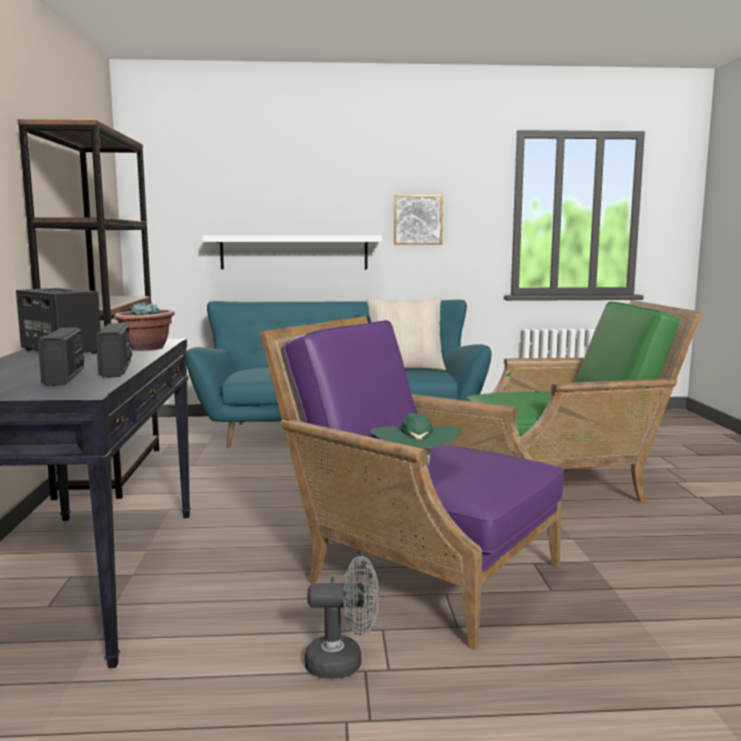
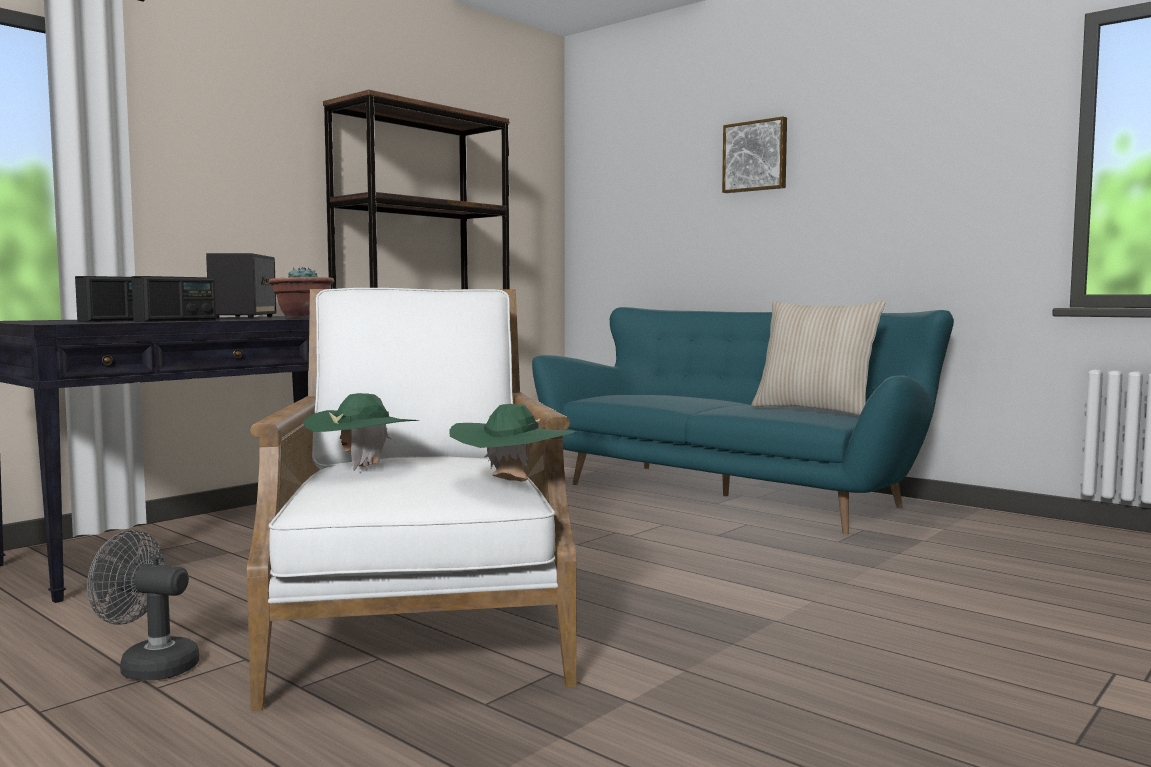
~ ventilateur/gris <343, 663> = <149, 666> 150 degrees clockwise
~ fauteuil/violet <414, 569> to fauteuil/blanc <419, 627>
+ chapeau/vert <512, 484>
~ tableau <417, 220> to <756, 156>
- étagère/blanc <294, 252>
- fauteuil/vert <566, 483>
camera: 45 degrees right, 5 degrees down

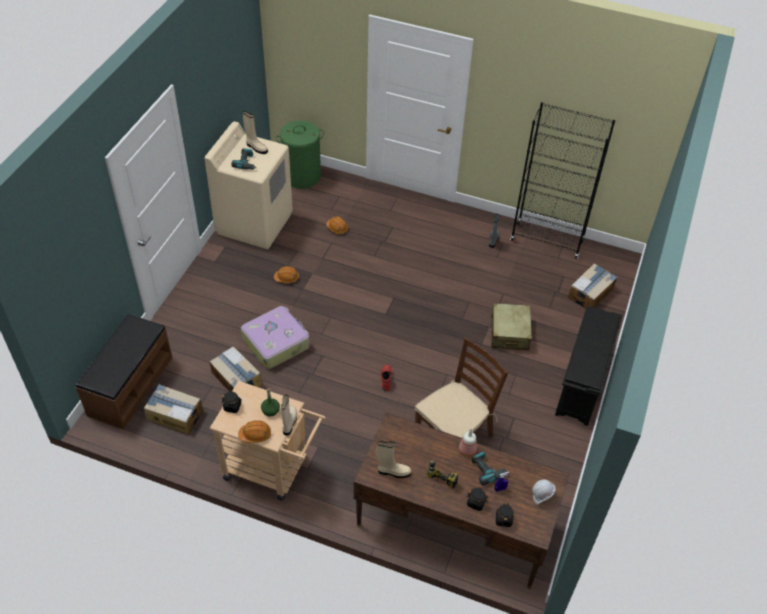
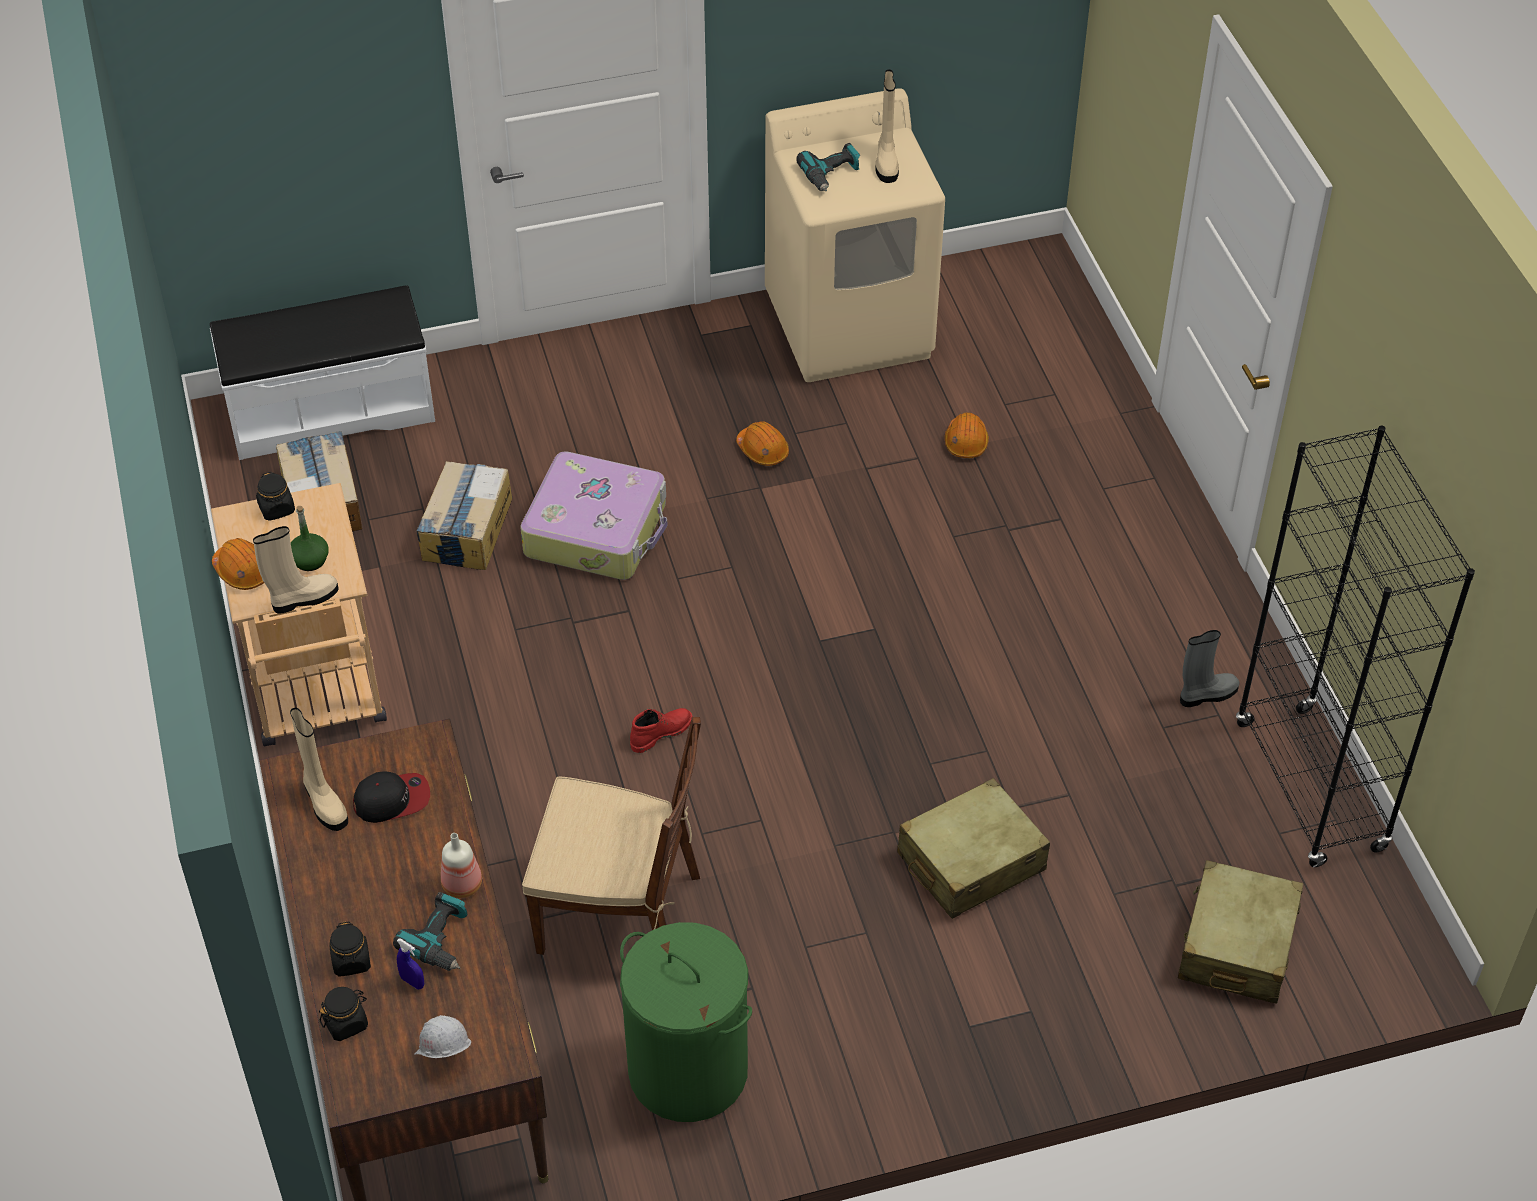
~ banc/marron <130, 386> to banc/blanc <330, 410>
+ casquette <392, 799>
~ panier à linge/vert <302, 176> to <689, 1070>
~ carton <590, 292> to valise/beige <1237, 946>
- perceuse <436, 488>
- étagère à chaussures/noir <582, 384>
camera: 55 degrees right, 0 degrees up

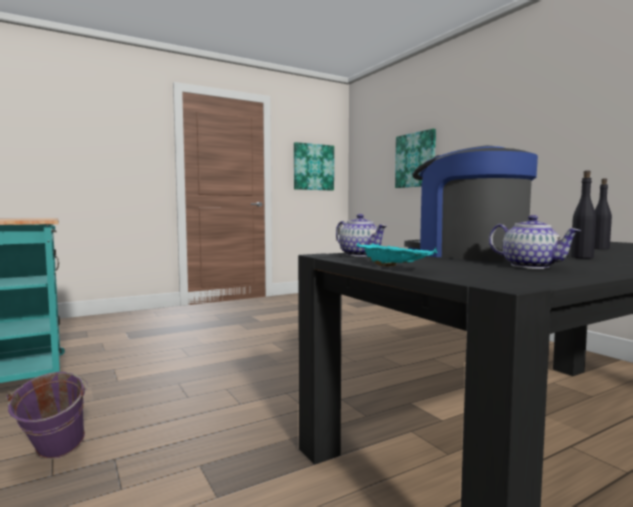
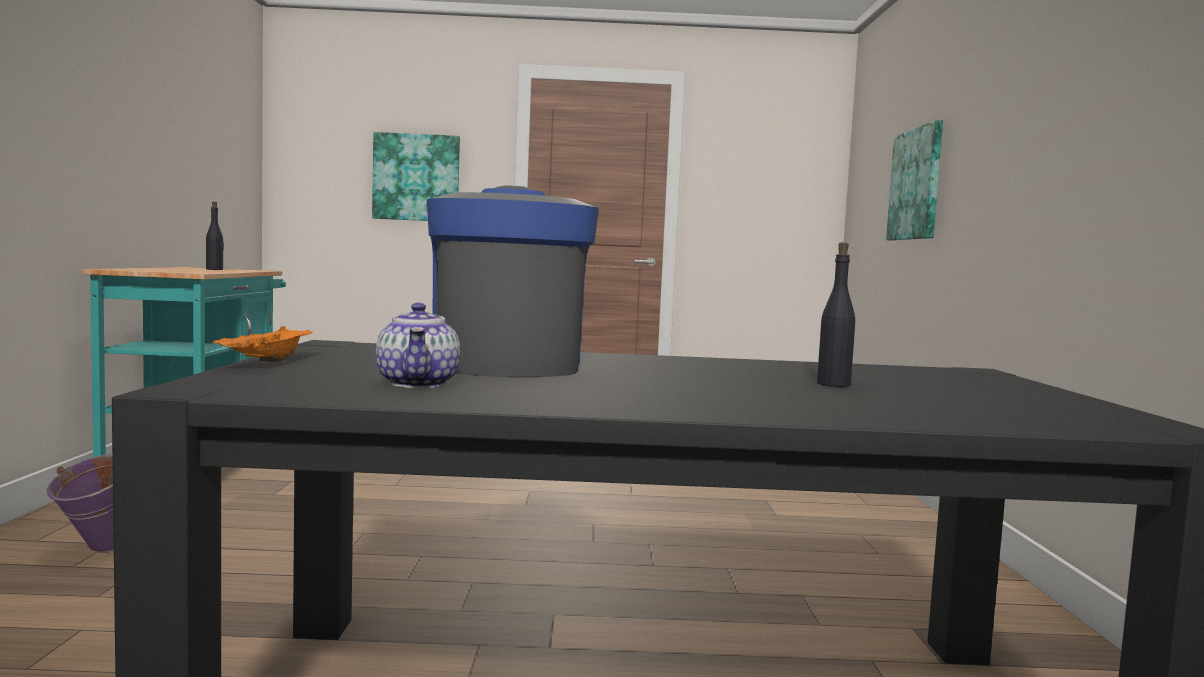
~ bouteille/noir <582, 257> to <214, 269>
~ plateau/turquoise <394, 267> to plateau/orange <267, 363>
~ tableau <313, 167> to <416, 177>
- théière <360, 255>
camera: 30 degrees right, 0 degrees up

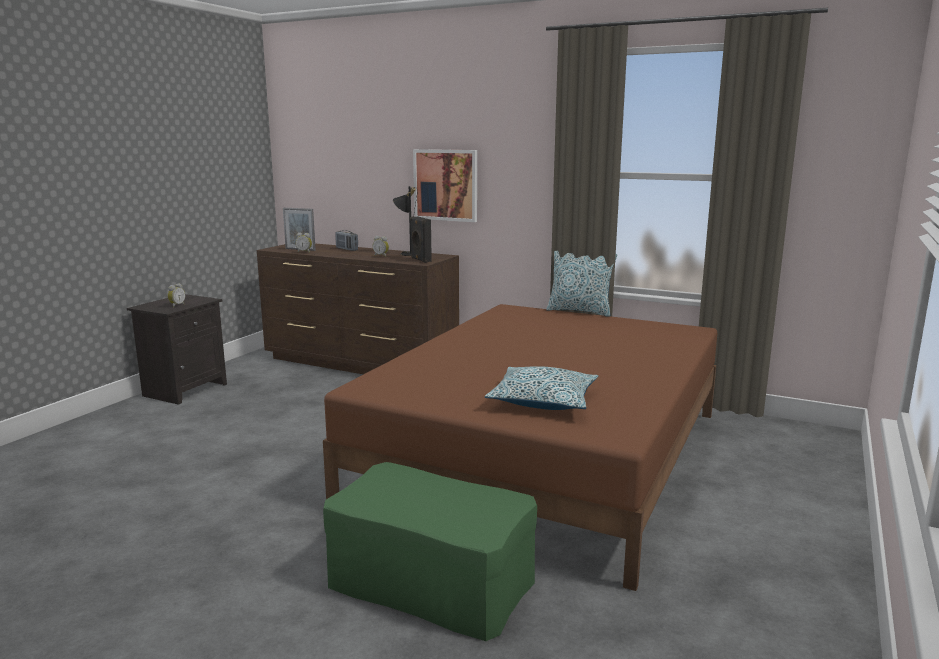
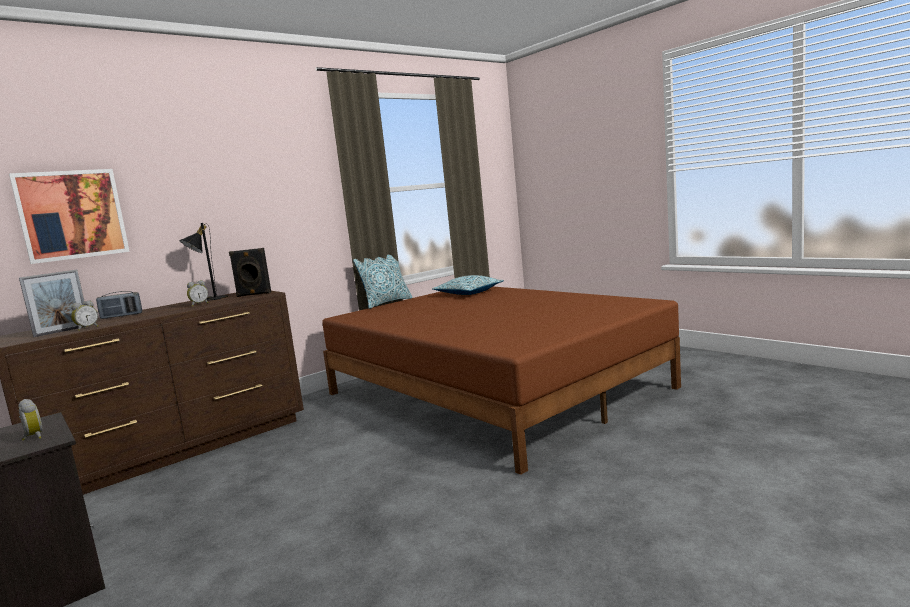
~ tableau <446, 185> to <72, 215>
~ coussin <543, 401> to <468, 293>
- pouf/vert <432, 581>
camera: 65 degrees left, 5 degrees down

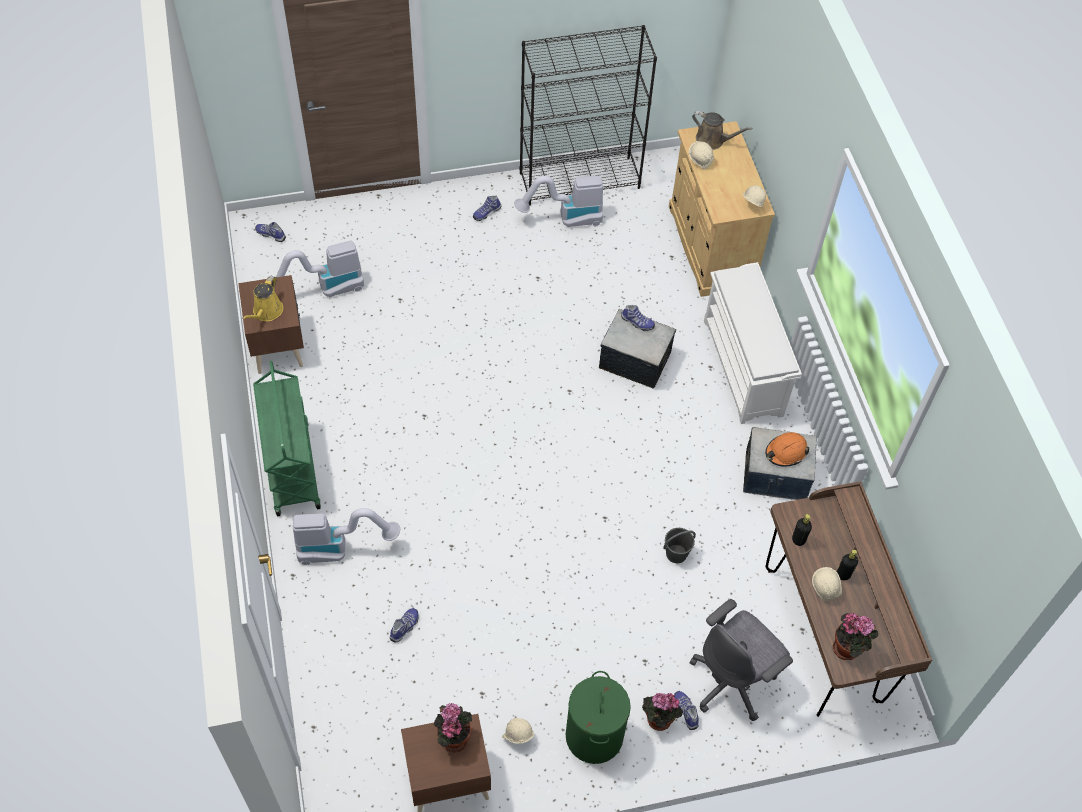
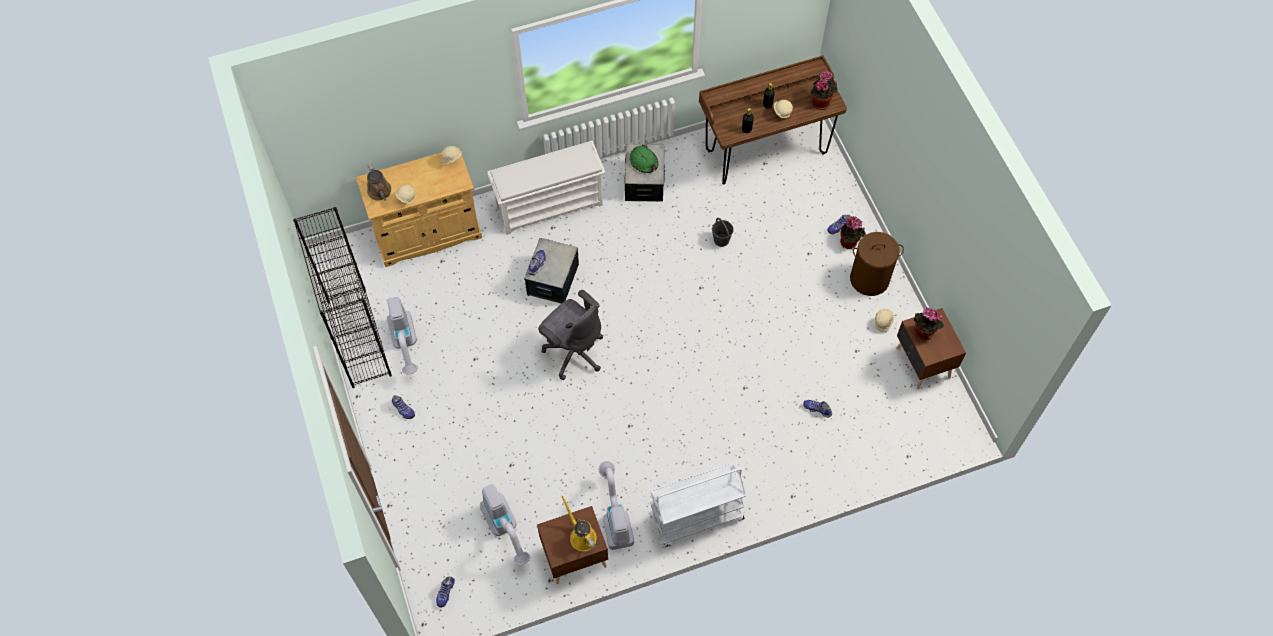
~ arrosoir/marron <713, 140> = <380, 192> 135 degrees clockwise
~ chaise de bureau/gris <732, 681> to <573, 351>
~ arrosoir/jaune <266, 312> = <581, 535> 135 degrees counterclockwise
~ aspirateur <340, 548> to <615, 517>
~ casque de chantier/orange <785, 452> to casque de chantier/vert <644, 162>
~ chariot/vert <291, 467> to chariot/blanc <695, 518>
~ panier à linge/vert <594, 736> to panier à linge/marron <869, 279>
camera: 95 degrees left, 5 degrees up

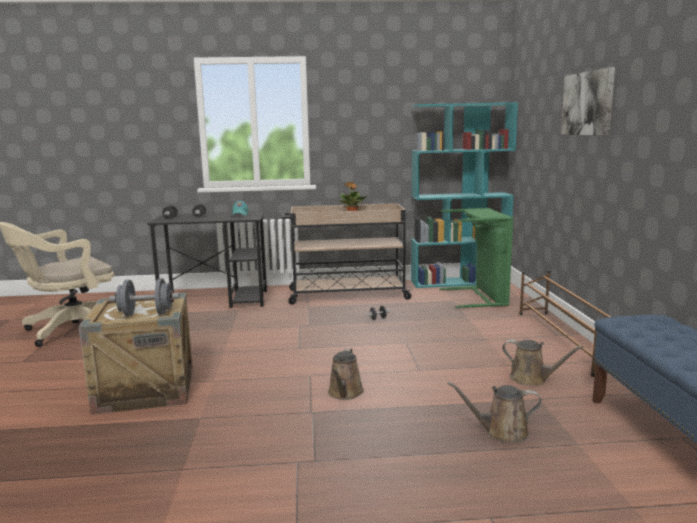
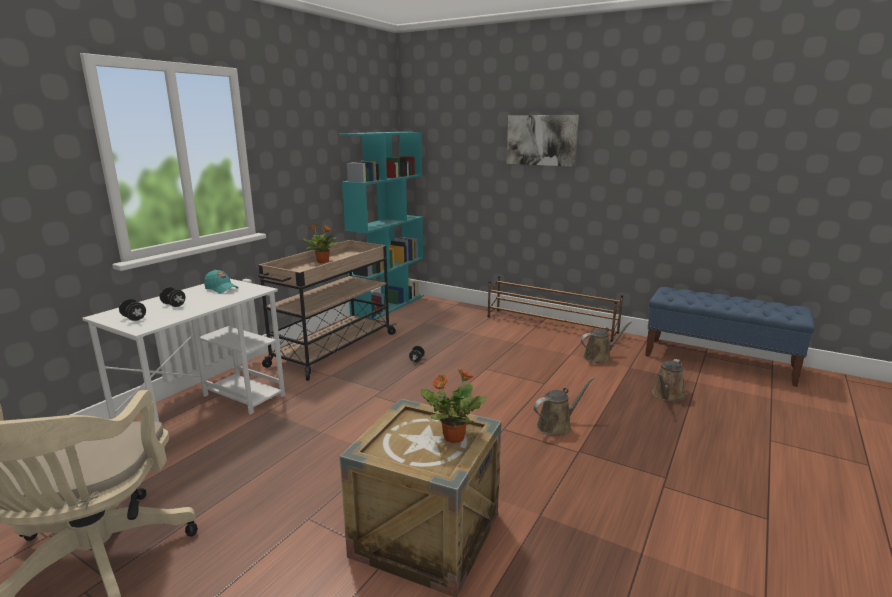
~ bureau/noir <216, 300> to bureau/blanc <207, 415>
~ haltère/gris <146, 314> to plante en pot <453, 437>
~ arrosoir/marron <345, 393> = <557, 425> 75 degrees counterclockwise
- panier à linge/vert <480, 297>
camera: 55 degrees left, 5 degrees up

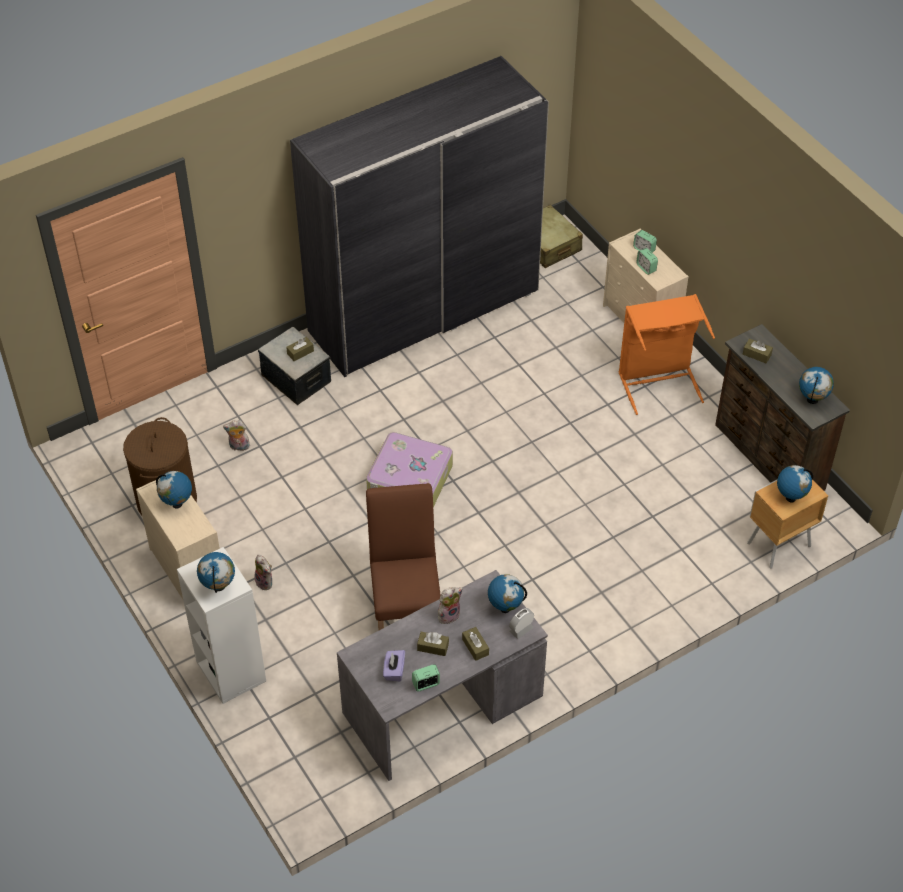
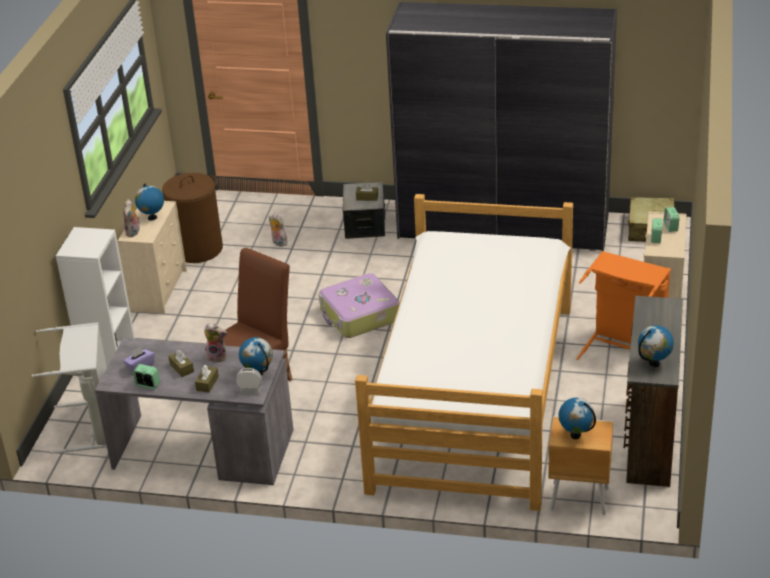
+ panier à linge/gris <92, 426>
~ peluche <265, 582> to <133, 232>
+ lit <473, 396>
- globe <219, 587>
- boîte à mouchoirs/marron <756, 354>
camera: 45 degrees right, 15 degrees down

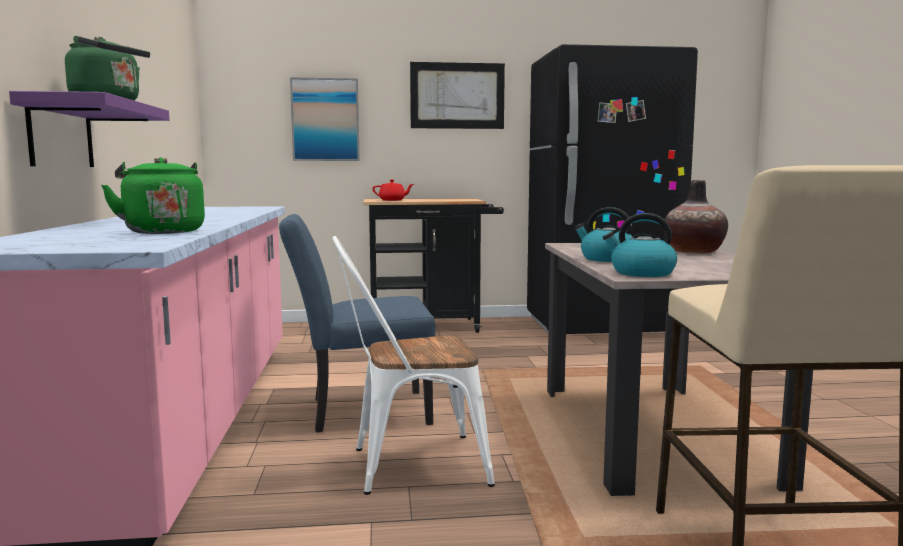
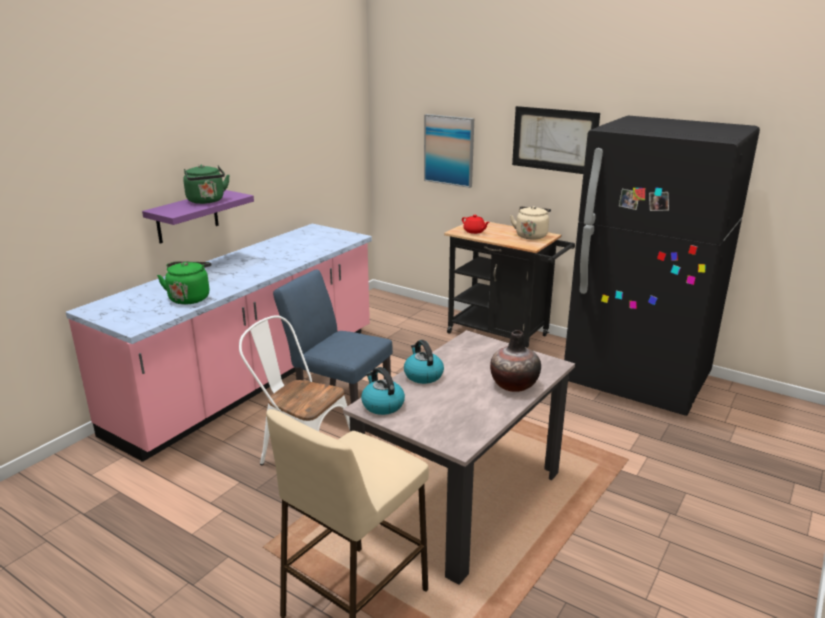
+ bouilloire/beige <531, 235>
camera: 40 degrees right, 15 degrees up

